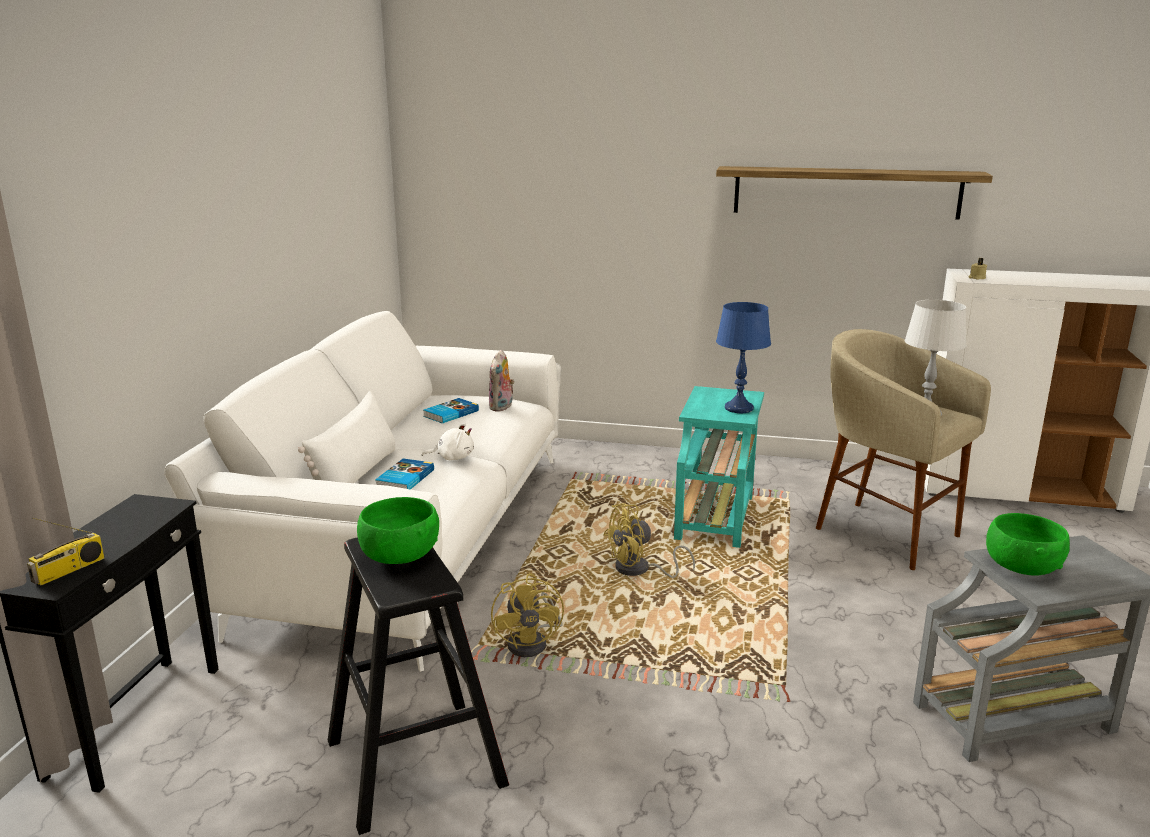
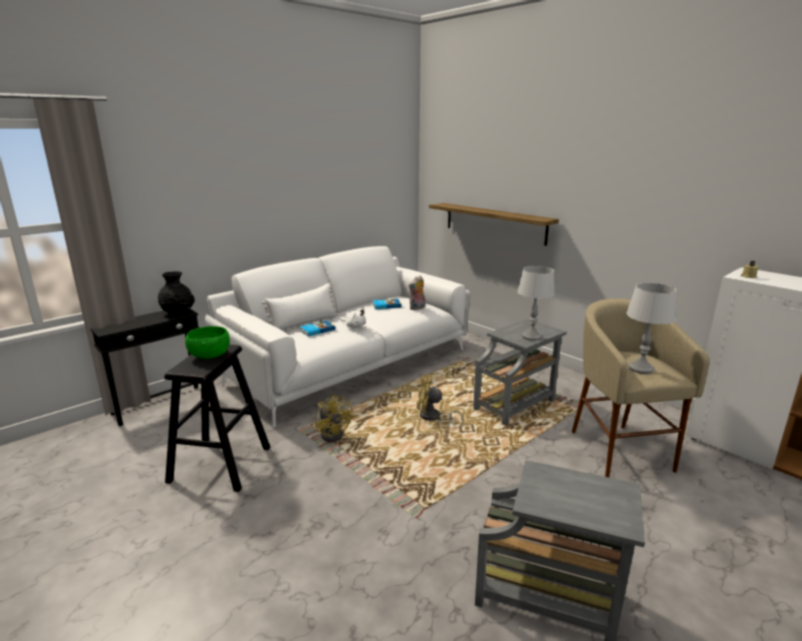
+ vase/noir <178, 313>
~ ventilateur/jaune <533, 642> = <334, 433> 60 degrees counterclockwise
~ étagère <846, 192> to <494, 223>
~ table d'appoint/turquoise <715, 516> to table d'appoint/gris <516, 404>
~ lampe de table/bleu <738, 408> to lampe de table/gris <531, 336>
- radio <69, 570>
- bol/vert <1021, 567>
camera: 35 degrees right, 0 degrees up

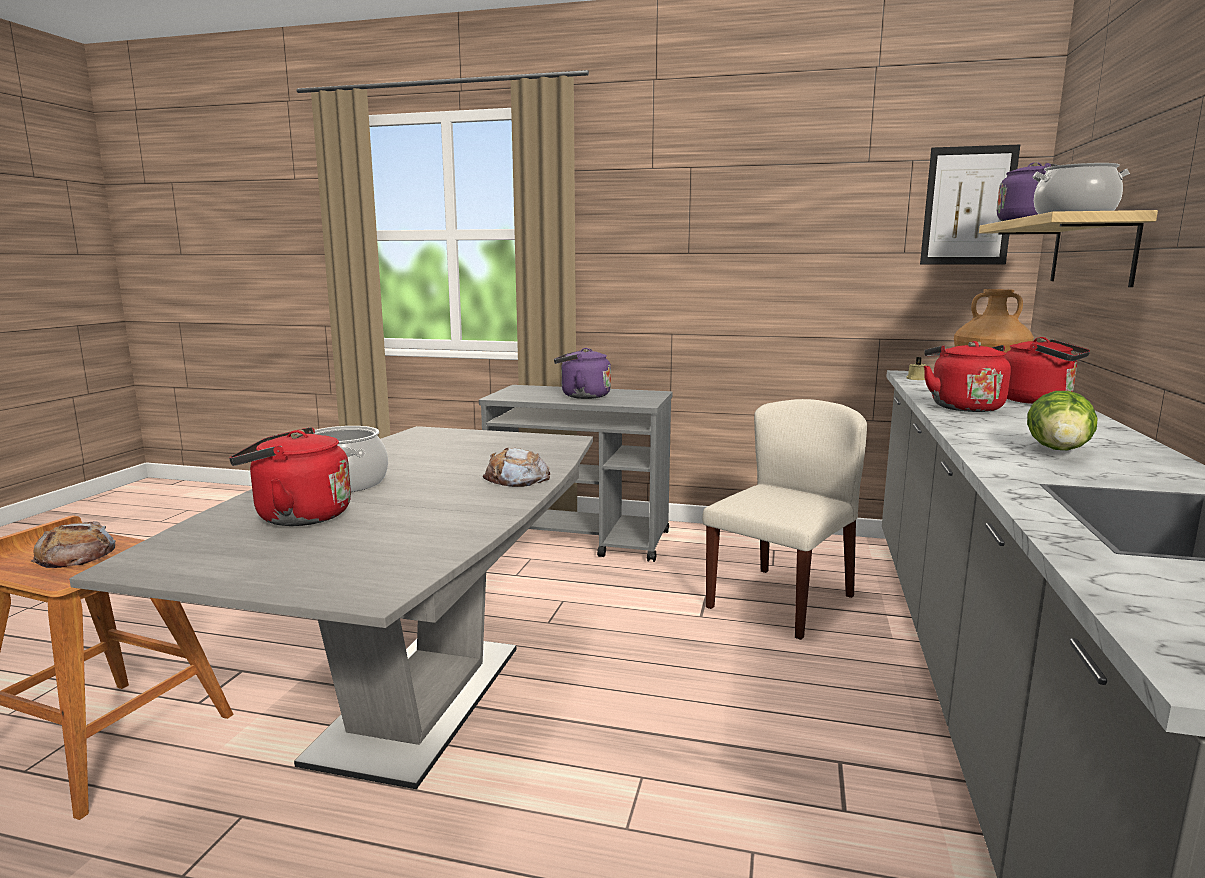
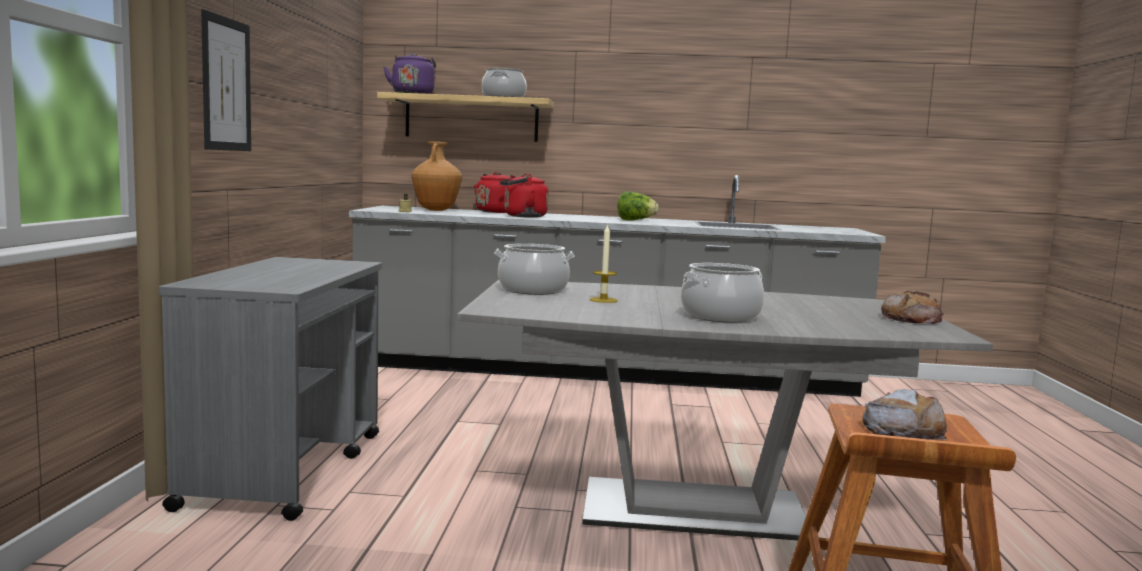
~ tableau <968, 206> to <226, 84>
+ marmite <533, 290>
+ bougie <603, 300>
~ pain <516, 478> to <911, 319>
- bouilloire/rouge <297, 517>
- bouilloire/violet <582, 396>
- chaise/beige <780, 601>
camera: 100 degrees left, 5 degrees down

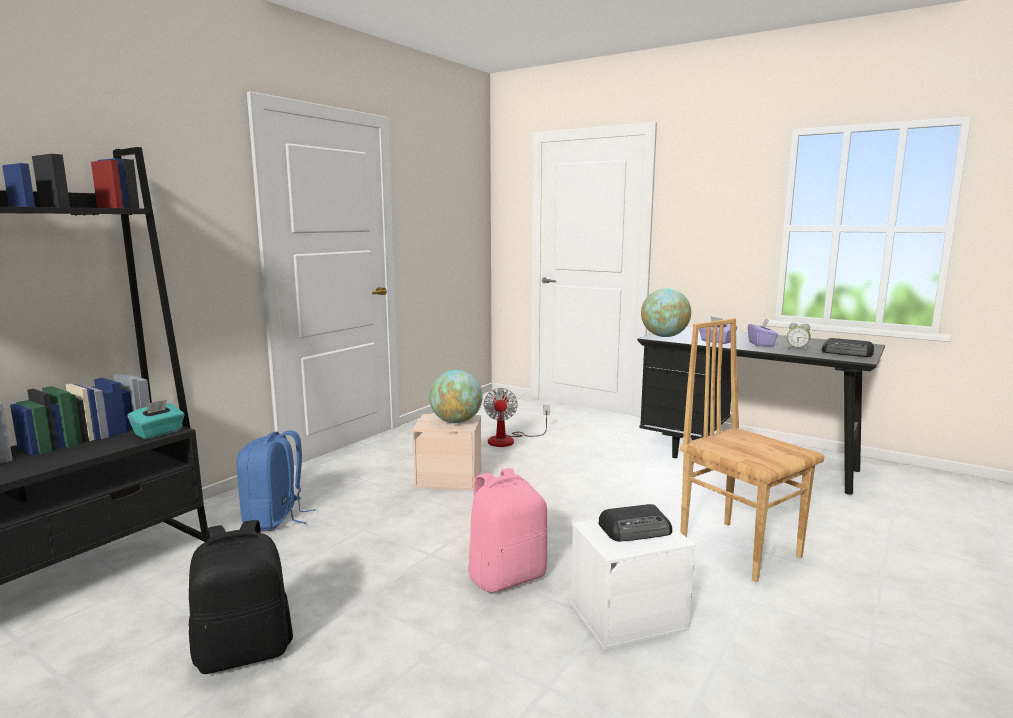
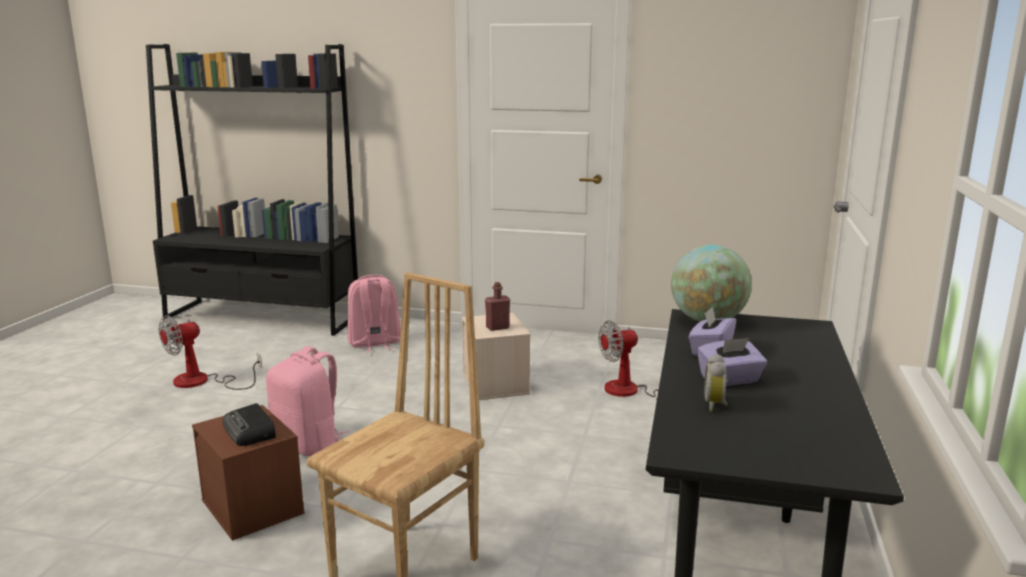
~ sac à dos/noir <244, 651> to ventilateur <202, 382>
~ boîte de rangement/blanc <628, 615> to boîte de rangement/marron <254, 507>
~ sac à dos/bleu <275, 519> to sac à dos/rose <374, 344>
~ globe <456, 422> to bouteille/rouge <497, 328>
- boîte à mouchoirs/turquoise <159, 433>
- radio <848, 353>
camera: 70 degrees right, 5 degrees up

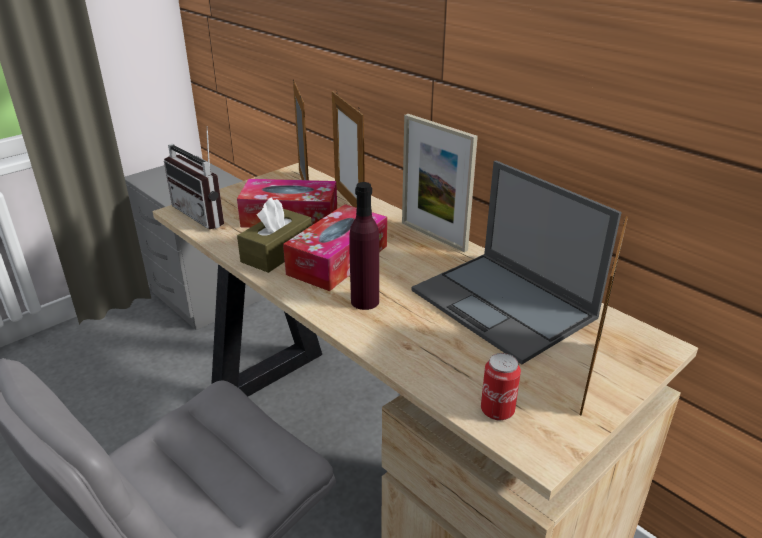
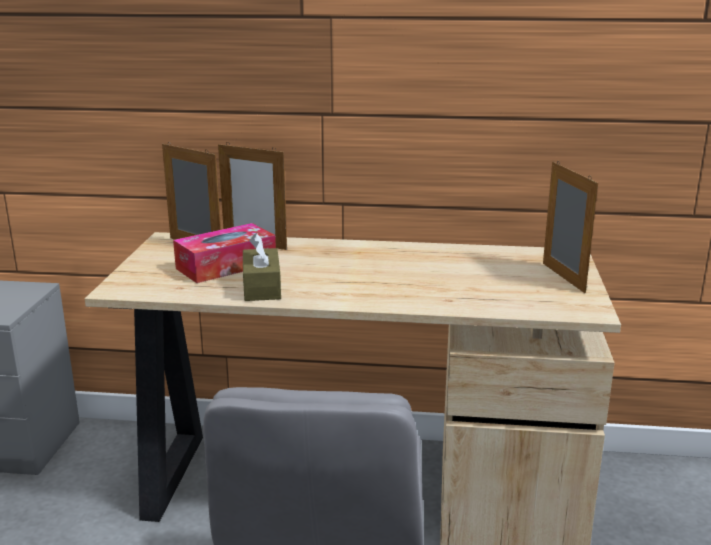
- radio <206, 214>
- boîte à mouchoirs <338, 260>
- bouteille/violet <365, 301>
- cadre photo <433, 236>
- ordinateur portable <504, 305>
- boîte métallique <497, 410>
camera: 40 degrees left, 10 degrees down

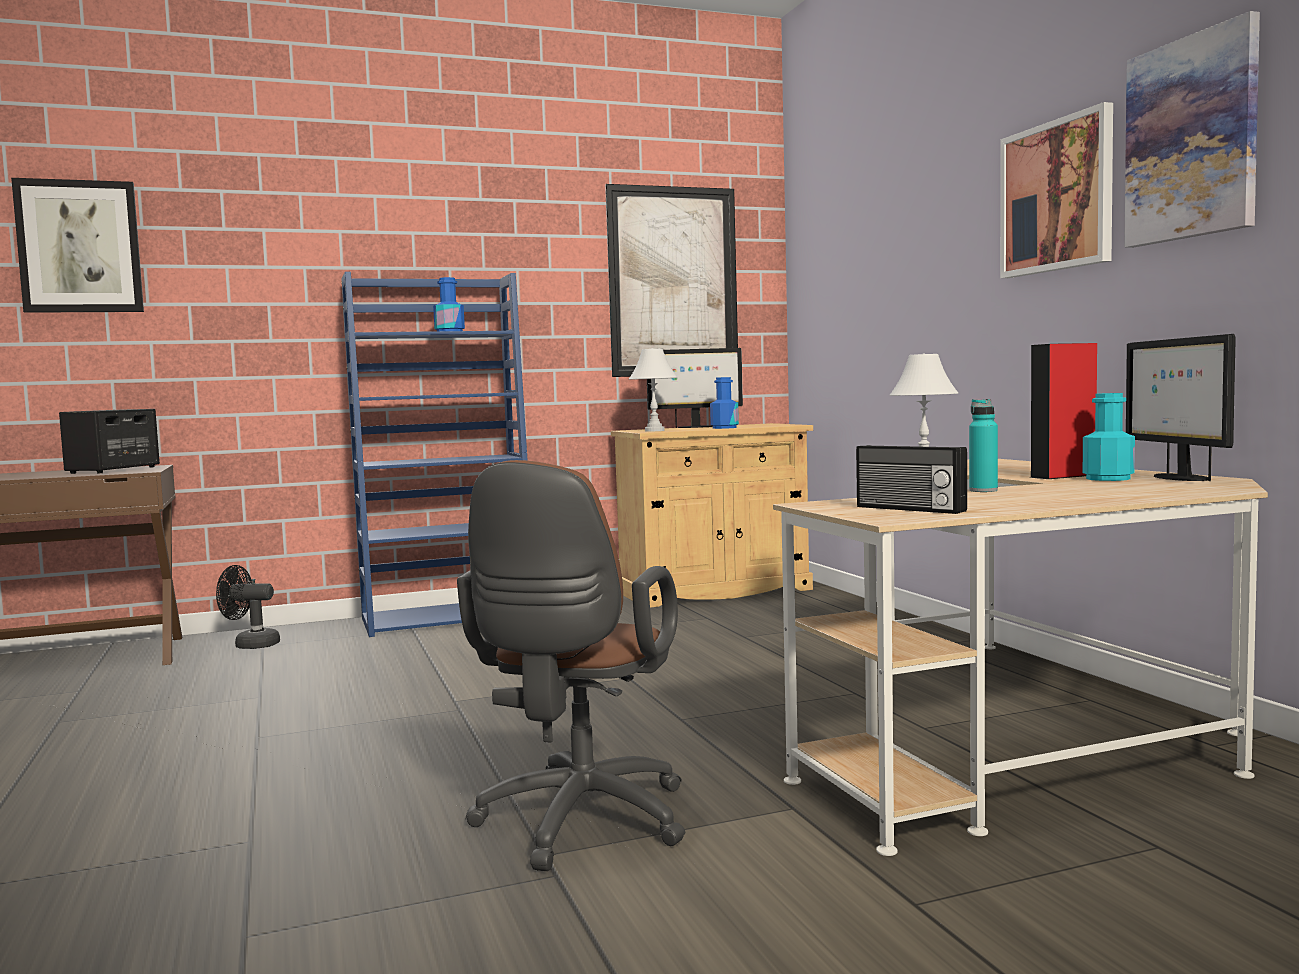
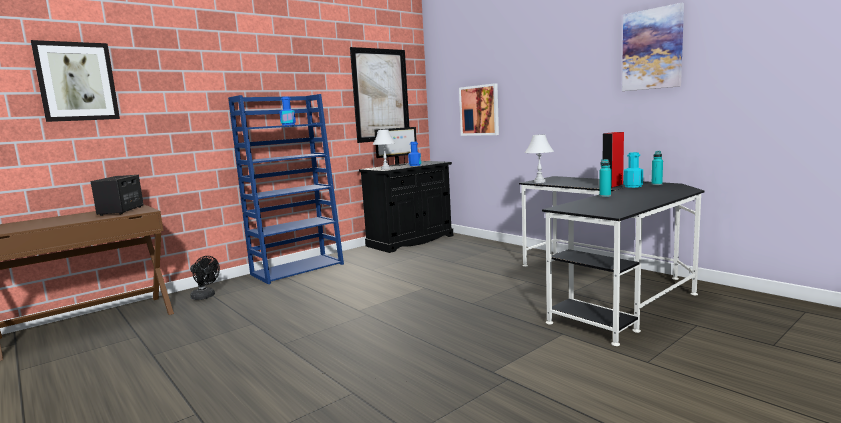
~ ventilateur/noir <250, 645> = <206, 297> 135 degrees counterclockwise
~ meuble de rangement/beige <714, 591> to meuble de rangement/noir <410, 241>
~ tableau <1057, 196> to <479, 110>
~ bureau/beige <1027, 730> to bureau/noir <607, 288>
~ écran d'ordinateur <1179, 478> to bouteille/turquoise <656, 184>
- chaise de bureau/marron <578, 825>
- radio <909, 509>
camera: 20 degrees left, 5 degrees up

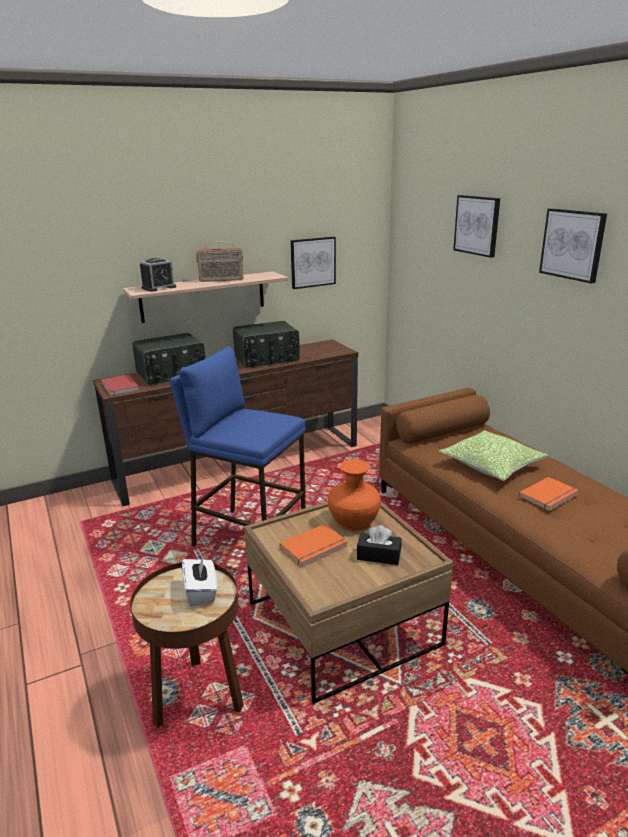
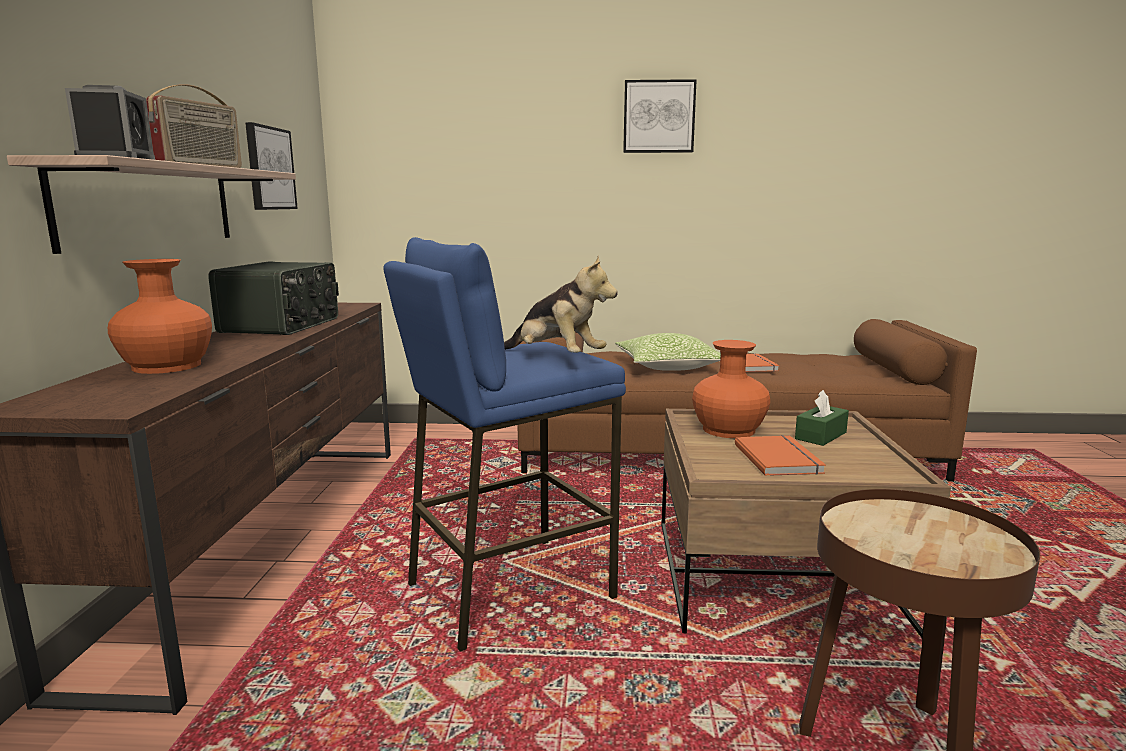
~ radio <172, 374> to vase/orange <167, 366>
+ peluche <556, 358>
~ boîte à mouchoirs/noir <378, 556> to boîte à mouchoirs/vert <820, 435>
- livre/rouge <118, 387>
- boîte à mouchoirs/blanc <201, 592>
- tableau <477, 225>
camera: 60 degrees left, 10 degrees down

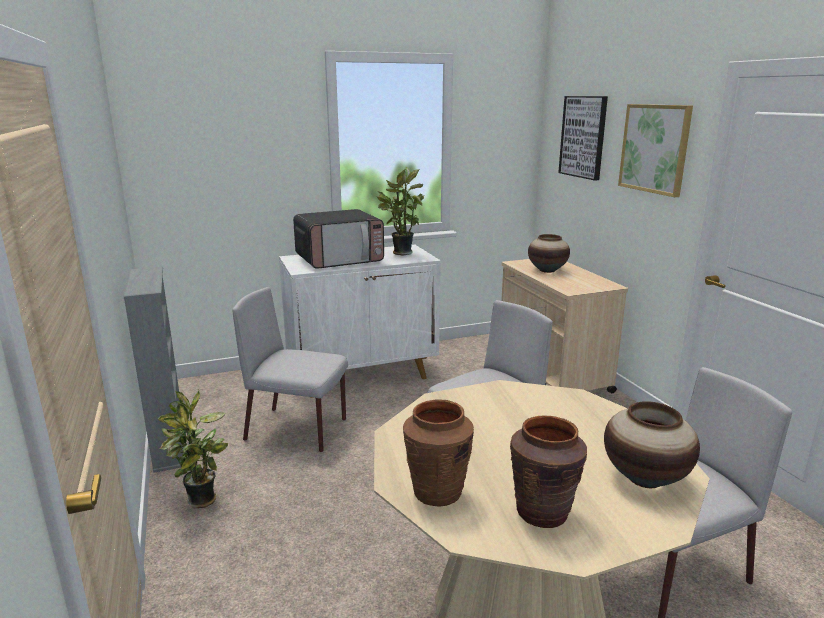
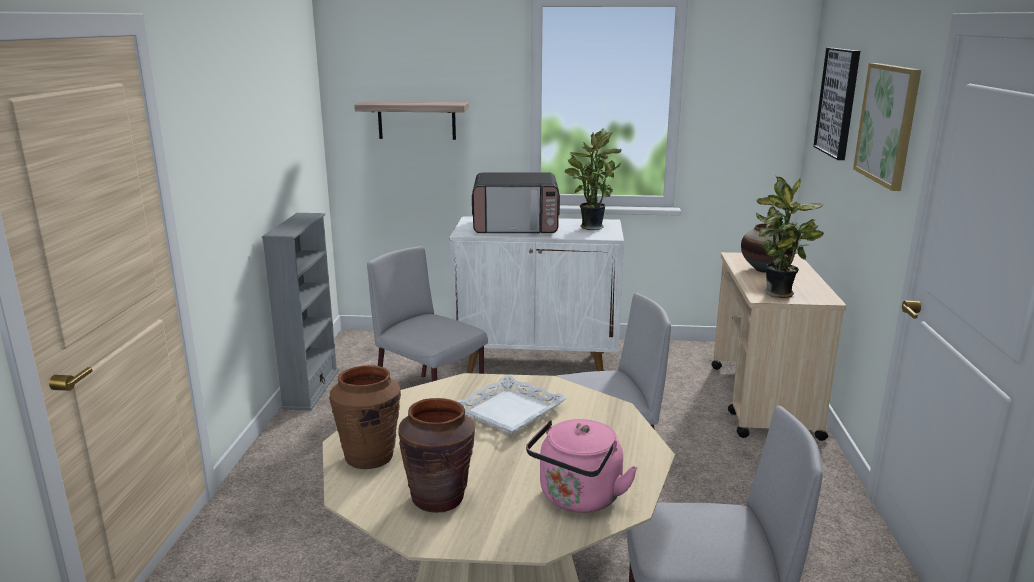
+ étagère <416, 120>
+ plateau/blanc <510, 411>
~ vase <644, 478> to bouilloire/rose <578, 499>
~ plante en pot <202, 502> to <780, 295>
camera: 25 degrees right, 0 degrees up

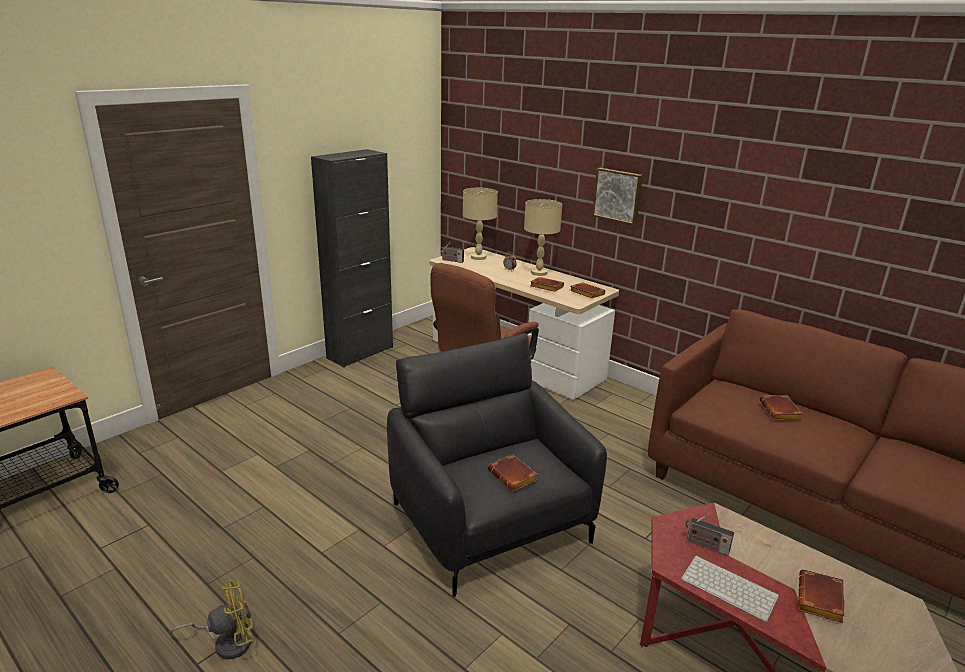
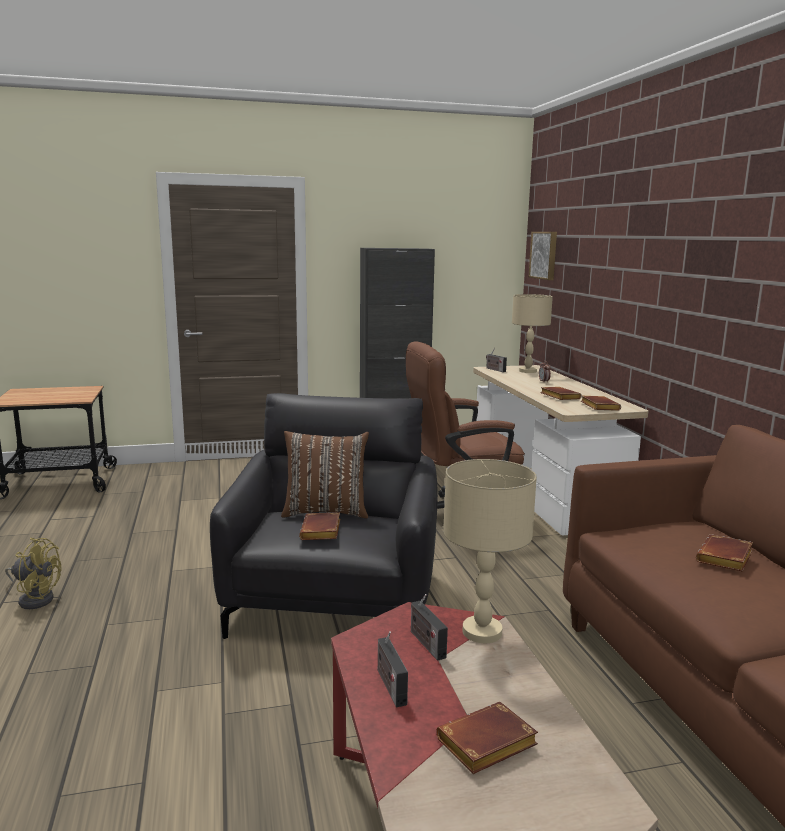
+ coussin/marron <326, 511>
~ clavier <730, 588> to radio <389, 685>
~ lampe de table/beige <539, 273> to <481, 632>
~ tableau <618, 195> to <544, 255>
camera: 35 degrees right, 10 degrees down

